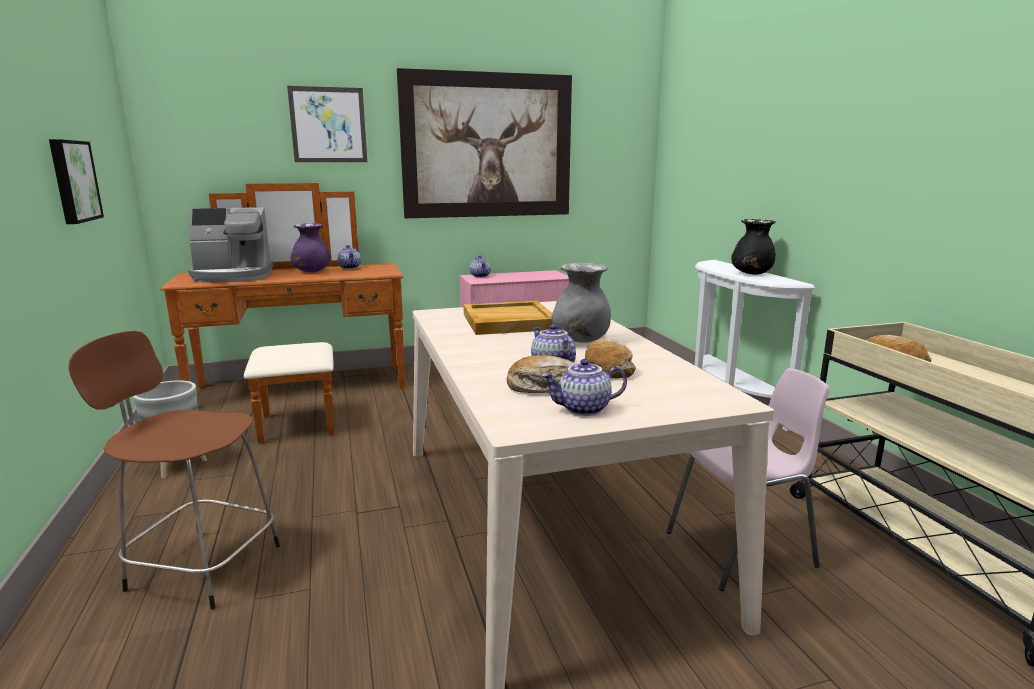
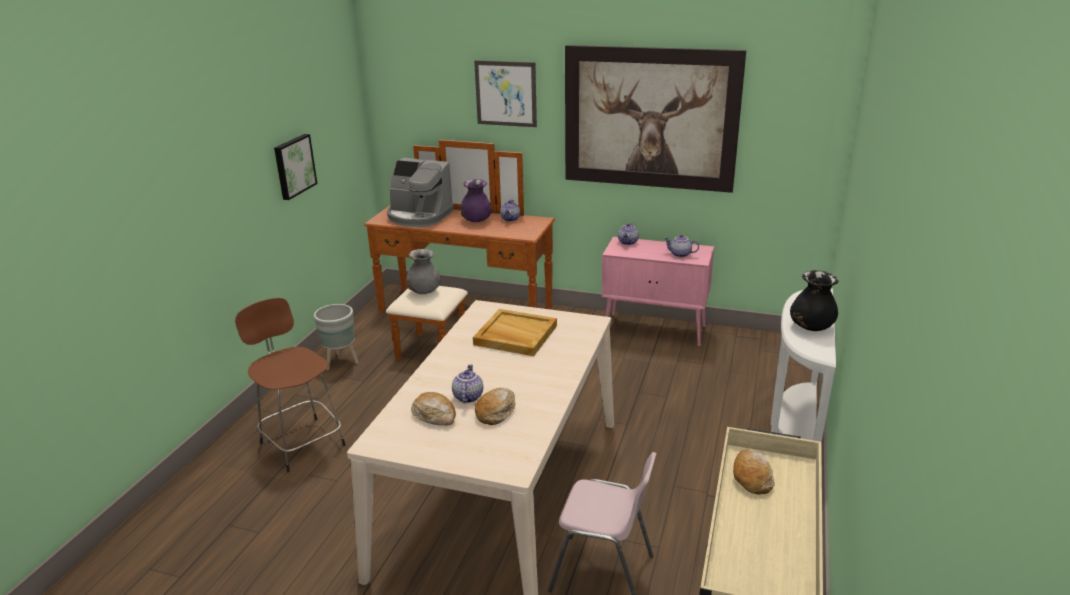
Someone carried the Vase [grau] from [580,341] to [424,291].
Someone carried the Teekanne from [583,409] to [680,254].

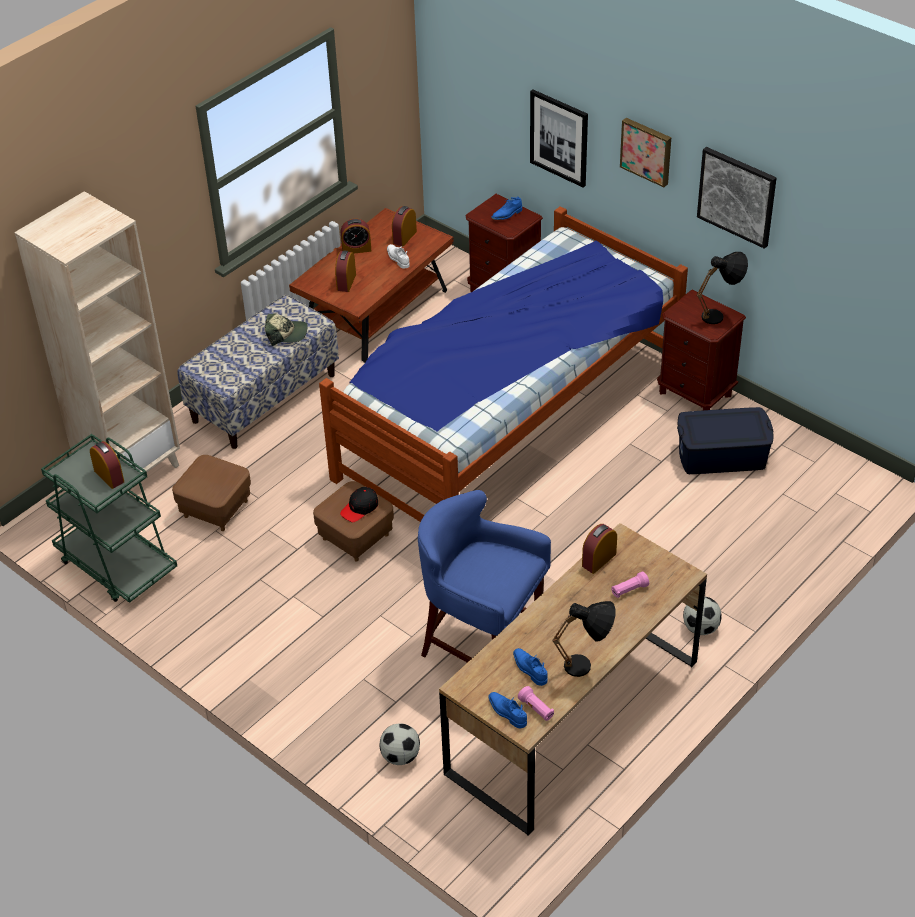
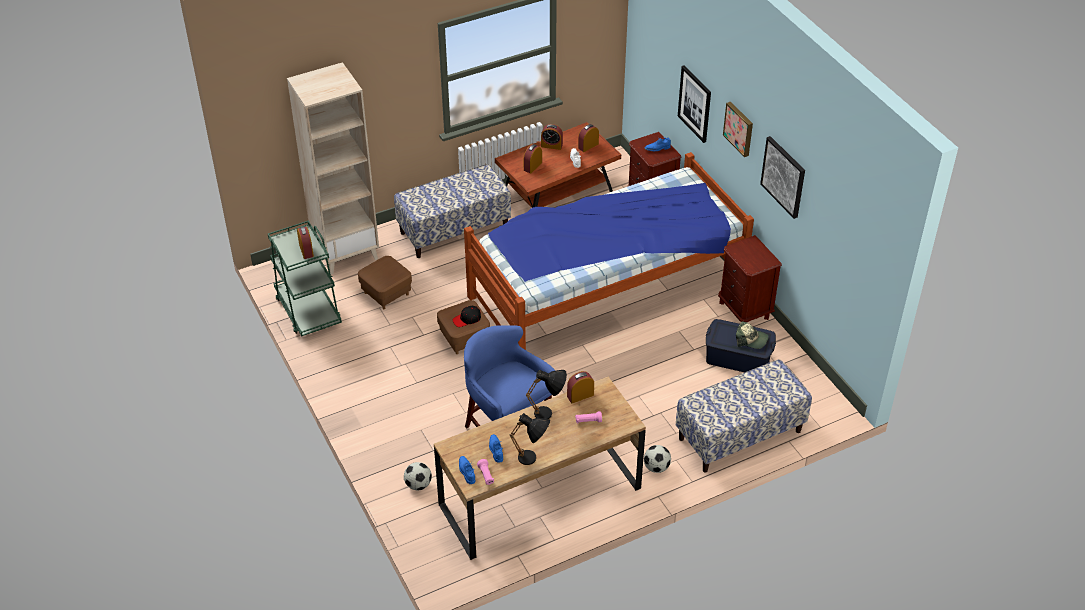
Someone carried the Tischlampe [schwarz] from [720,316] to [550,414].
Someone put down the Bank at [739,435].
Someone carried the Kappe from [286,334] to [751,339].

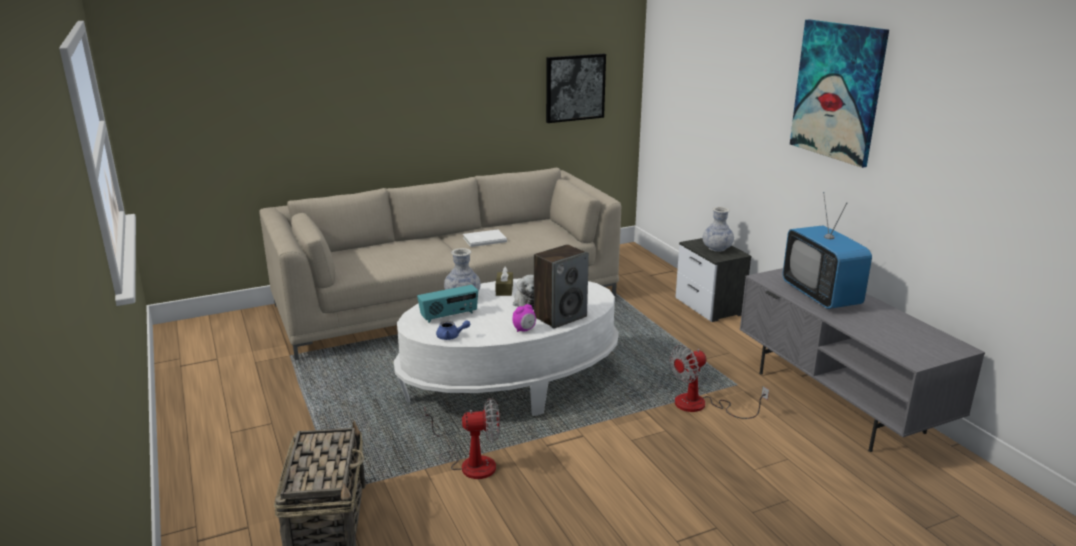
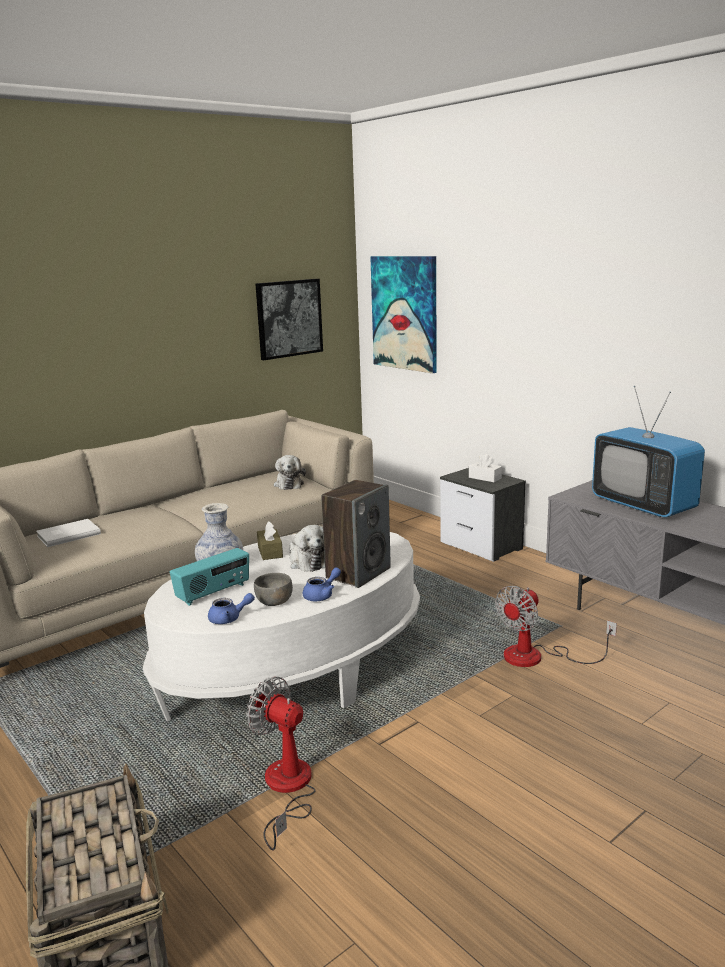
Someone carried the Buch [weiß] from [483,239] to [67,534].
Someone rotated the Ventilator at [470,462] by 120 degrees counterclockwise.
Someone put down the Schüssel [grau] at [274,602].
Someone put down the Plüschtier at [289,484].
Someone swapped the Wecker at [524,330] for the Teekanne [blau] at [322,595].
Someone carried the Bild from [837,91] to [404,313].
Someone swapped the Vase at [717,248] for the Taschentuchbox [weiß] at [485,478].

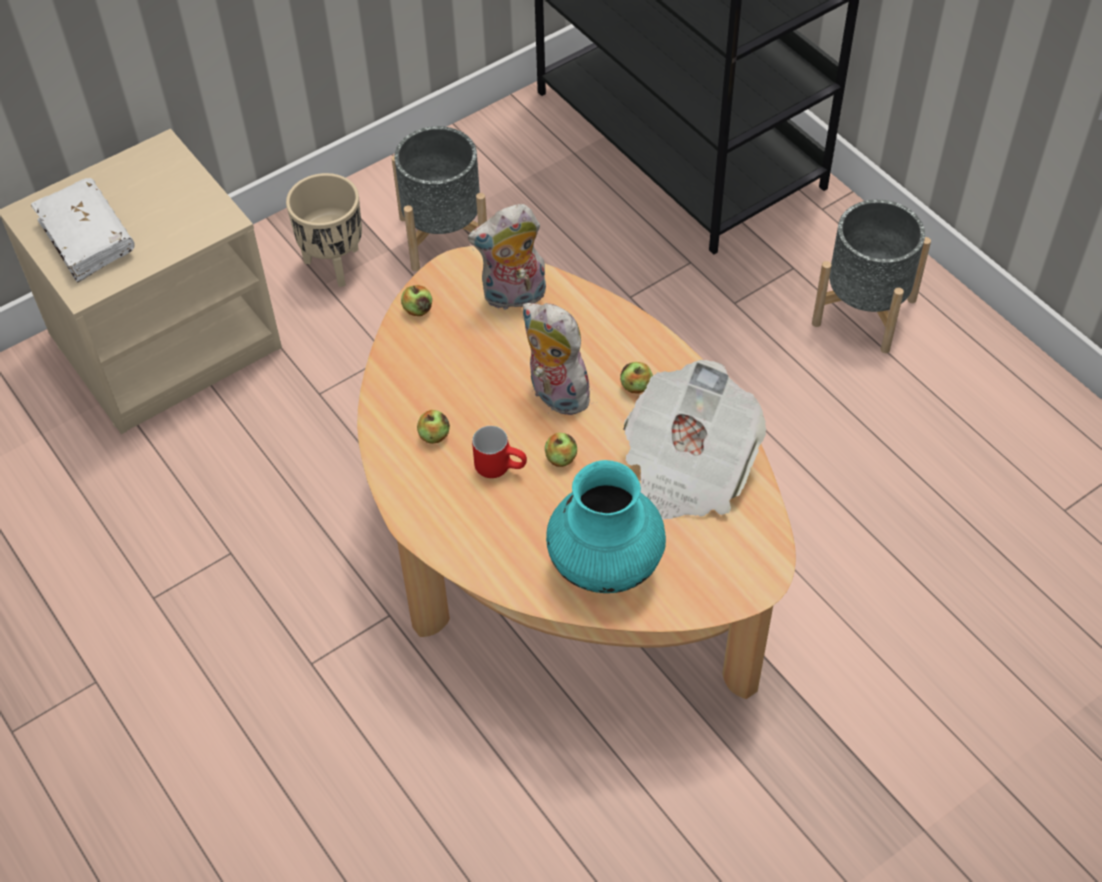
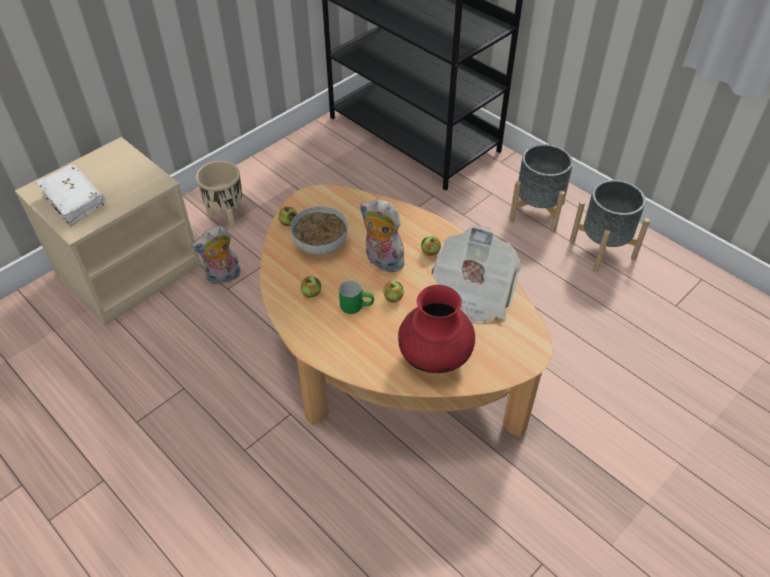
Someone carried the Plüschtier from [513,297] to [223,277].
Someone put down the Schüssel at [320,244].
Someone repainted the Henkelbecher [rot] at [501,466], which became the Henkelbecher [grün] at [357,306].
Someone repainted the Vase [türkis] at [606,565], which became the Vase [rot] at [435,358].
Someone carried the Pflanzkübel [grau] from [444,236] to [602,249].

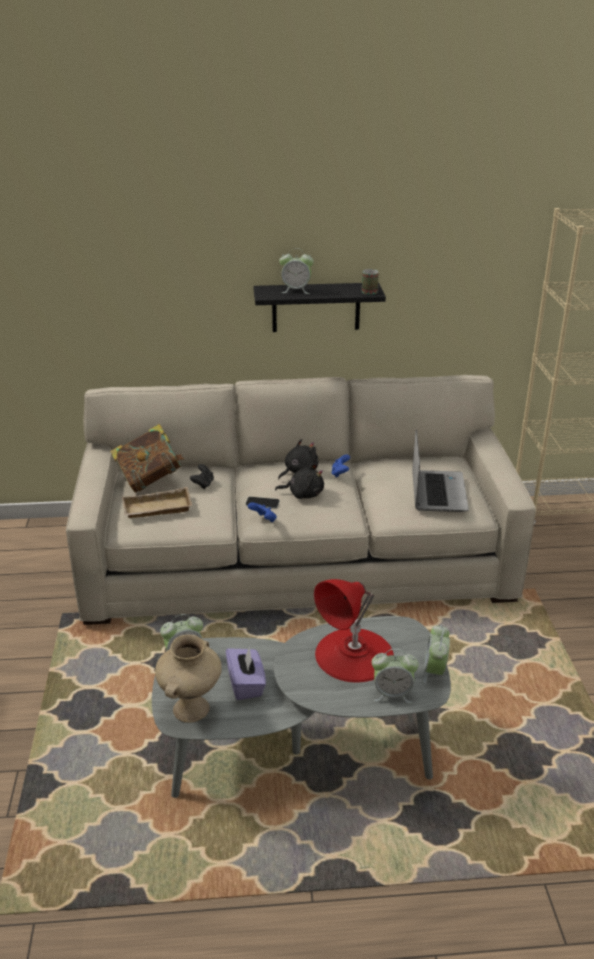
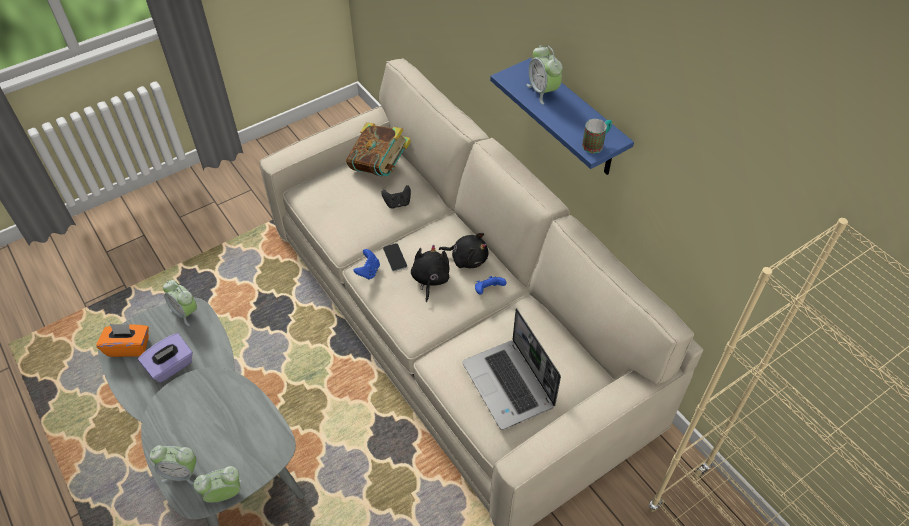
Someone swapped the Vase [beige] at [191,710] for the Taschentuchbox [orange] at [129,347].
Someone rotated the Wecker at [392,694] by 60 degrees counterclockwise.
Someone rotated the Plüschtier [schwarz] at [303,494] by 150 degrees counterclockwise.
Someone rotated the Laptop at [437,492] by 90 degrees clockwise.
Someone repainted the Wandregal [schwarz] at [316,307], which became the Wandregal [blau] at [576,121].
Someone took away the Tablett [beige] at [156,509].
Someone took away the Tischlampe [rot] at [354,654].

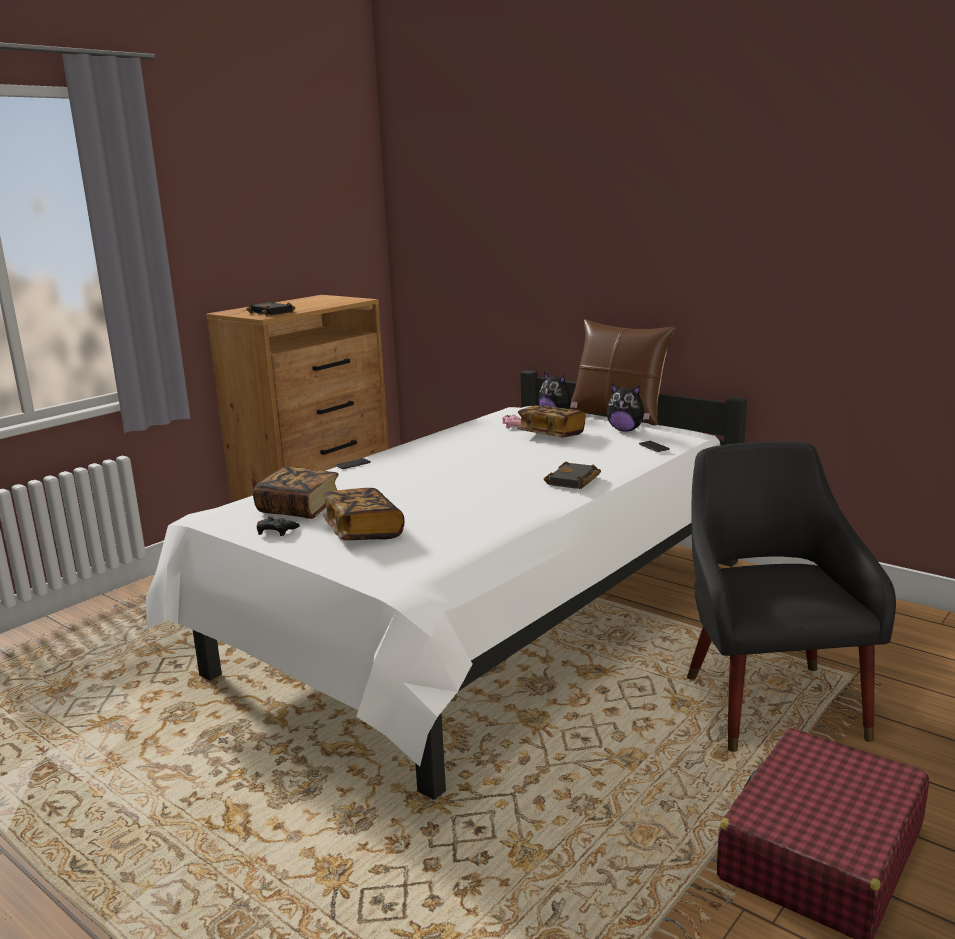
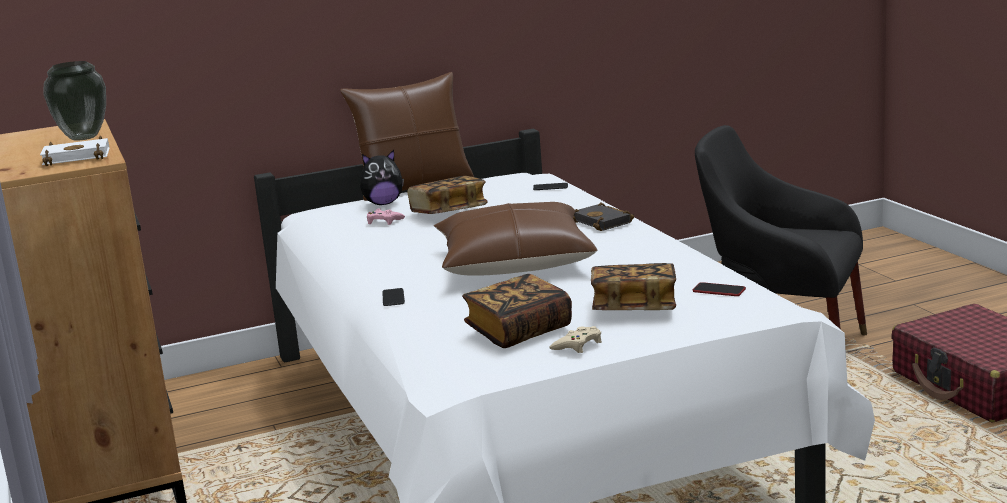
Someone repainted the Buch [schwarz] at [273,312], which became the Buch [weiß] at [78,157].
Someone put down the Vase at [83,138].
Someone put down the Kissen [braun] at [514,262].
Someone repainted the Gamepad [schwarz] at [276,531], which became the Gamepad [beige] at [578,345].
Someone put down the Handy at [719,290].
Someone took away the Plüschtier at [626,430].

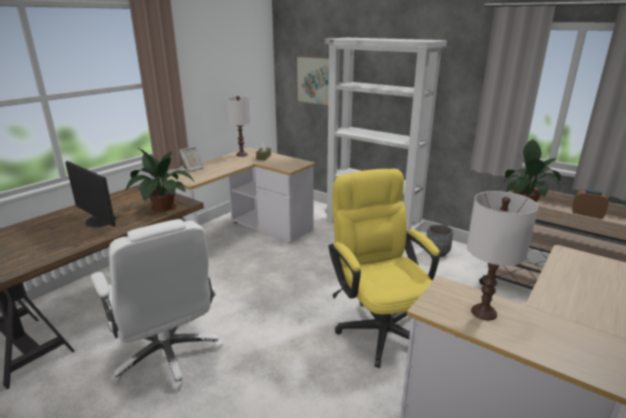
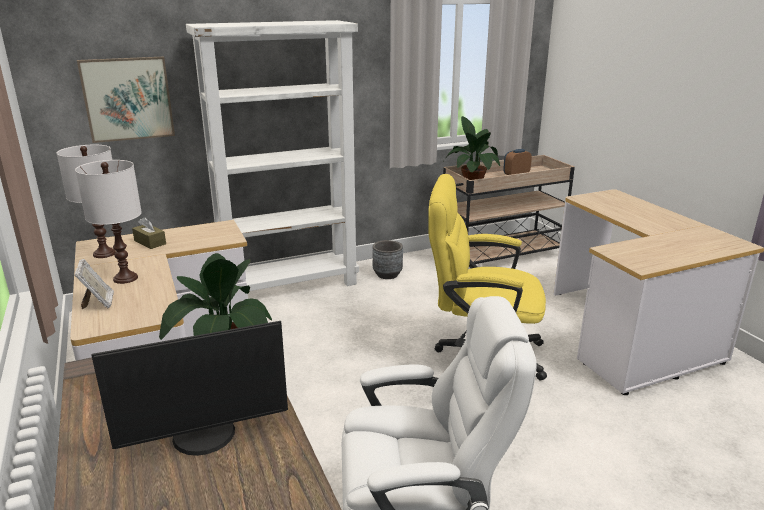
Someone carried the Tischlampe [weiß] from [484,312] to [125,278].

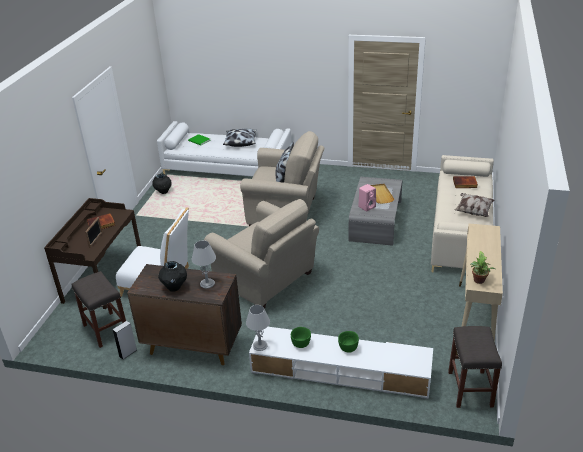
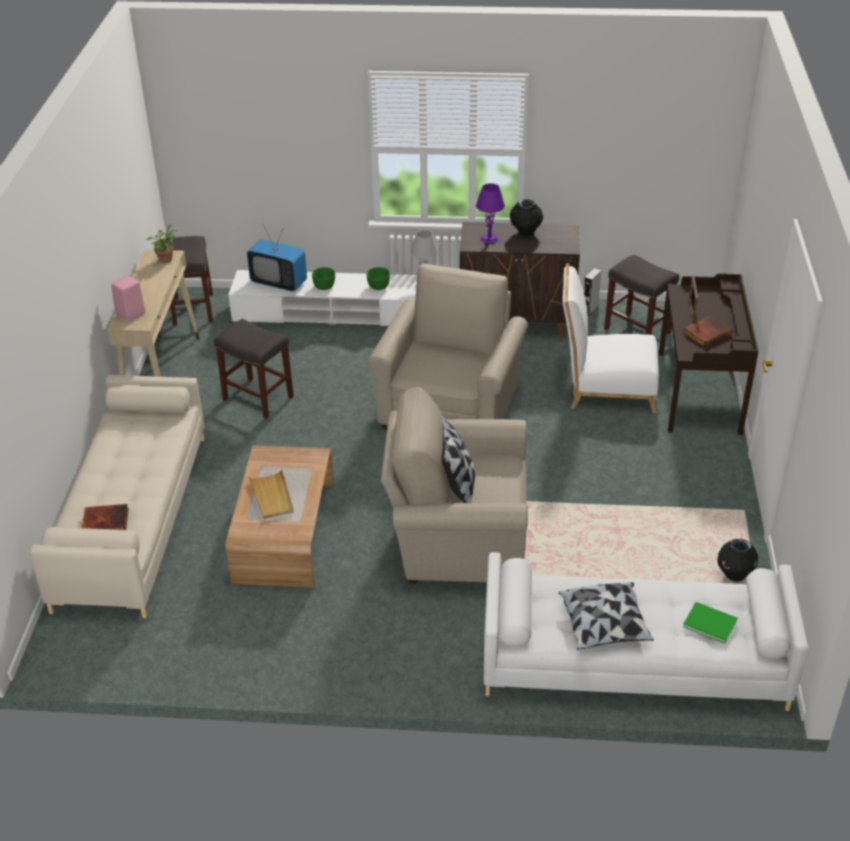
Someone carried the Lautsprecher [rosa] from [367,206] to [130,314].
Someone put down the Hocker [grau] at [257,398].
Someone repainted the Couchtisch [grau] at [375,220], which became the Couchtisch [braun] at [284,532].
Someone put down the Fernseher at [279,282].
Someone rotated the Sessel [beige] at [267,281] by 75 degrees clockwise.
Someone repainted the Tischlampe [grau] at [207,283], which became the Tischlampe [lila] at [489,238].
Someone took away the Kissen at [473,211].

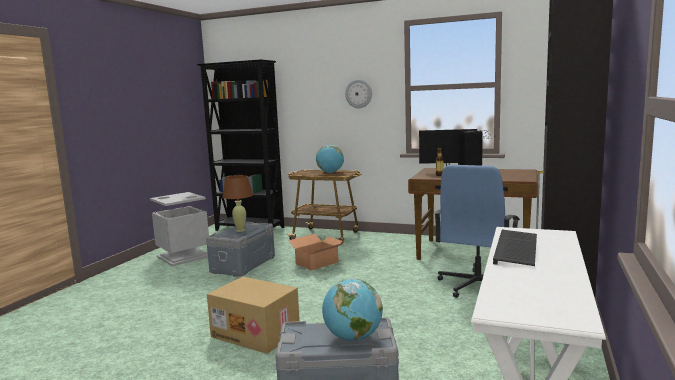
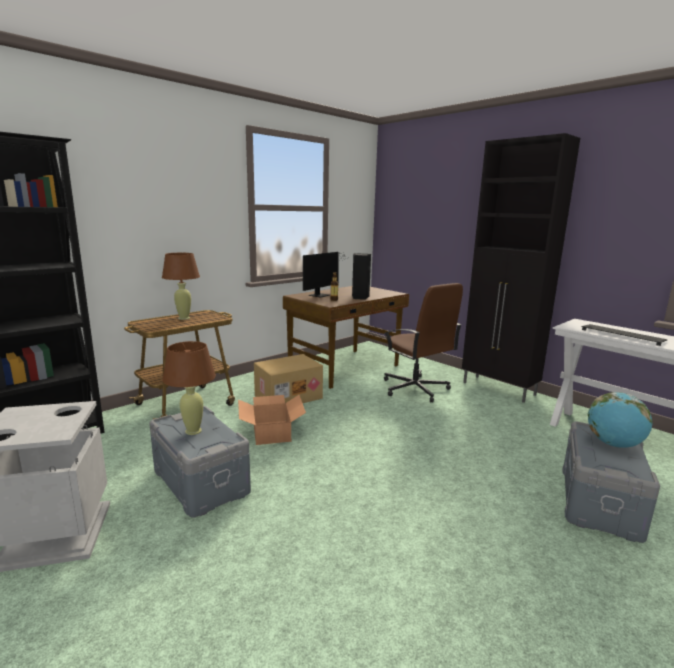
Someone swapped the Globus at [330,172] for the Tischlampe [braun] at [184,318].
Someone carried the Karton from [257,333] to [288,396].
Someone repainted the Bürostuhl [blau] at [476,286], which became the Bürostuhl [braun] at [415,389].
Someone took away the Wanduhr at [359,94].

